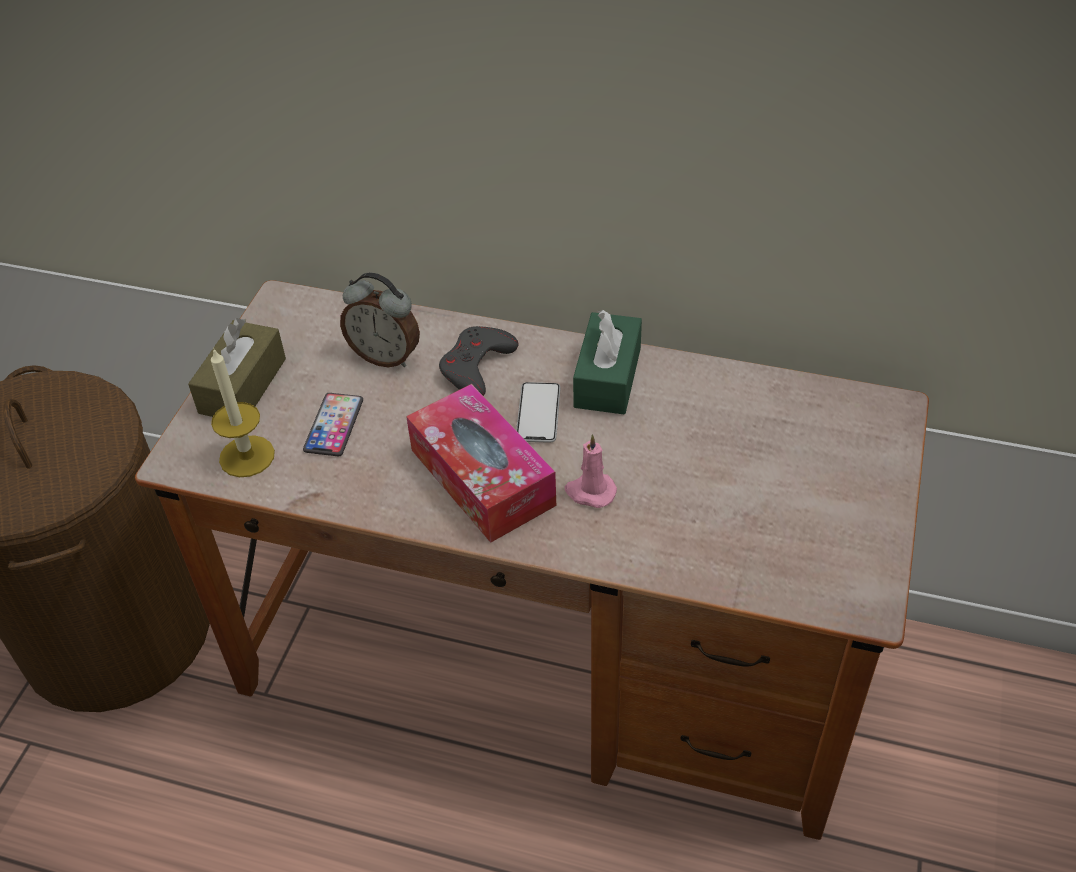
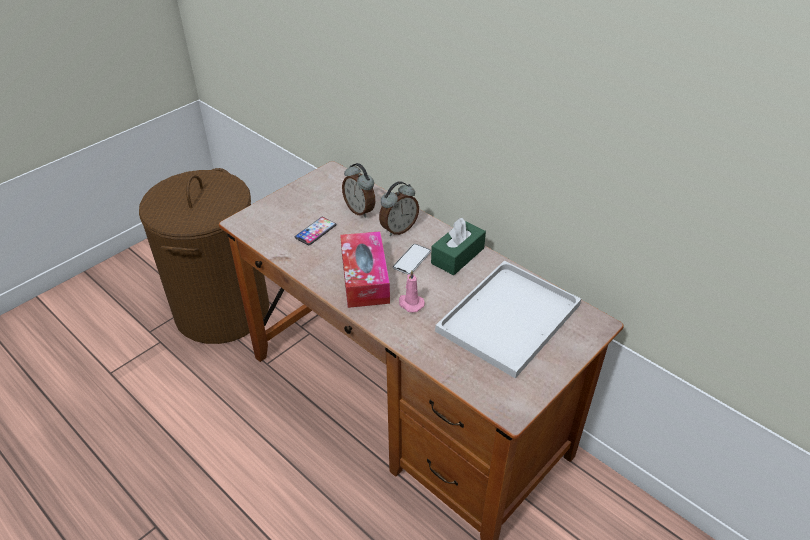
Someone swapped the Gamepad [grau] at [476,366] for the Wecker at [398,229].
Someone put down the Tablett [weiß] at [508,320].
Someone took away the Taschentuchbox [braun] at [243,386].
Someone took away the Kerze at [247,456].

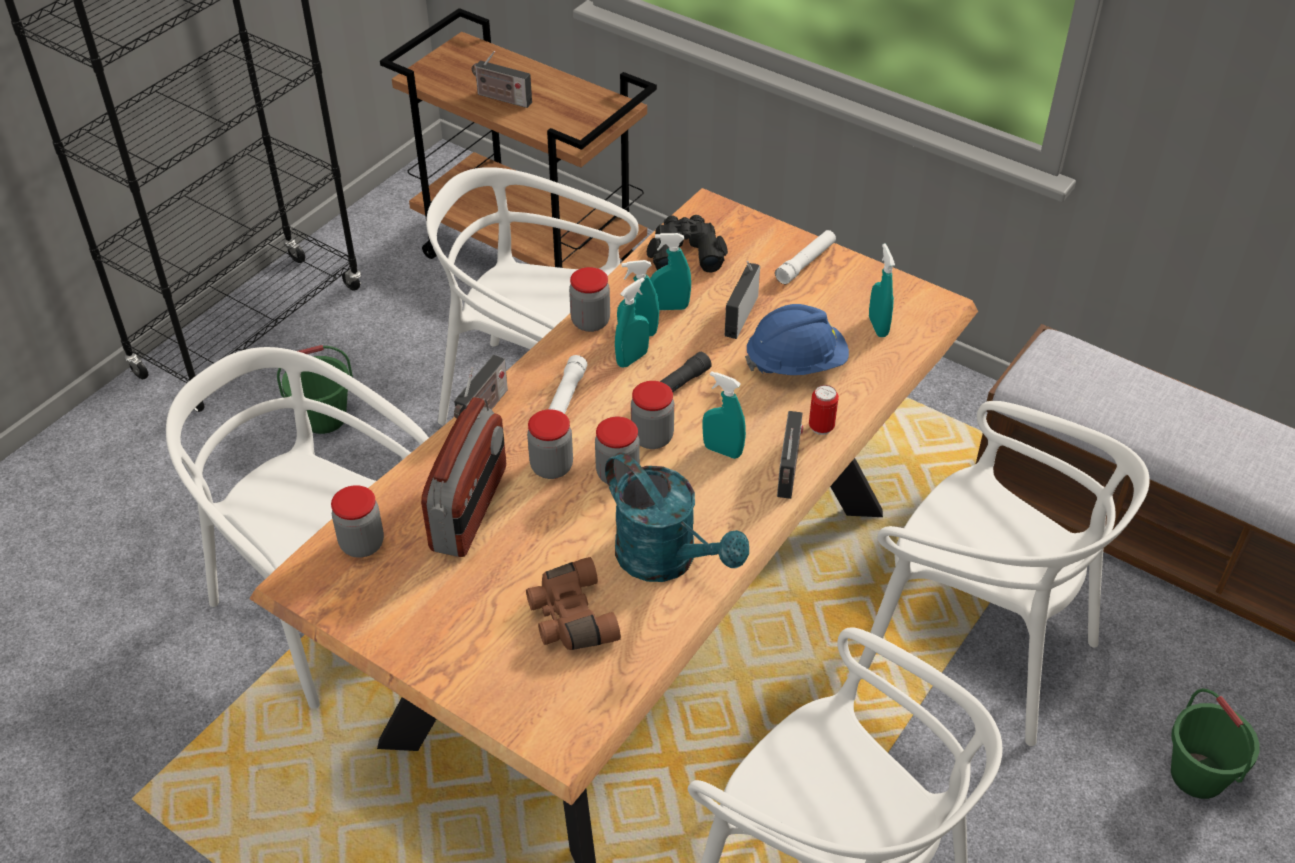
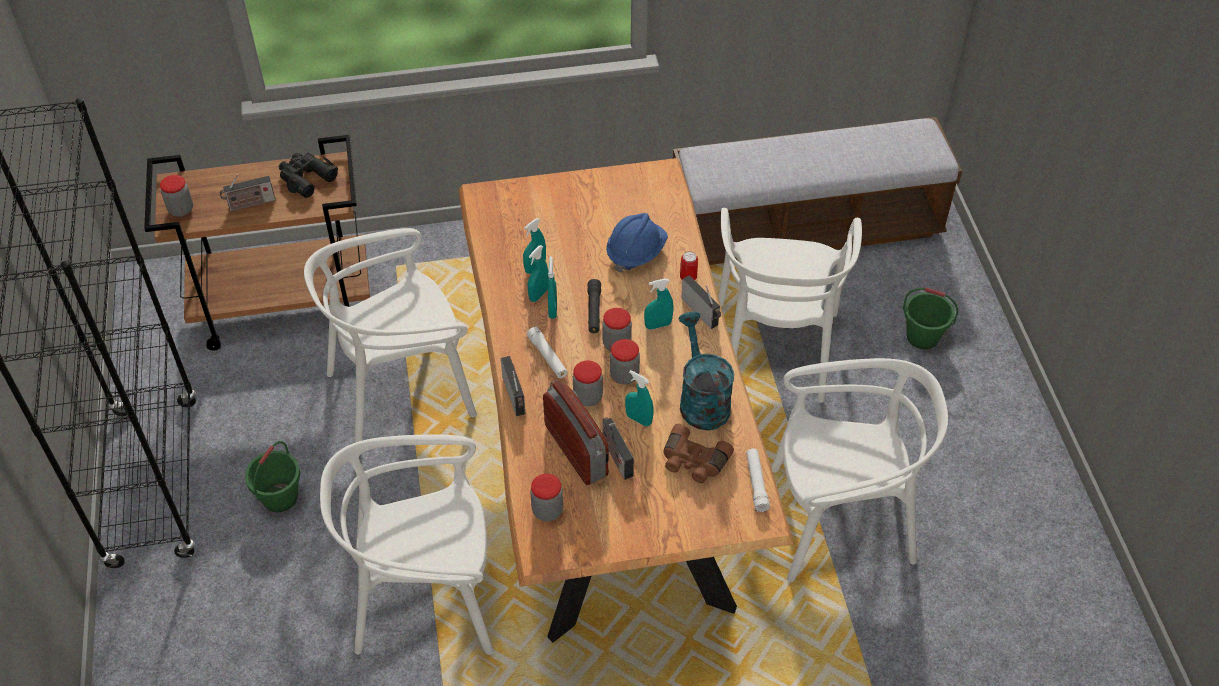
Someone carried the Vorratsglas from [590,322] to [181,210].
Someone carried the Fernglas [schwarz] from [685,251] to [306,177].
Someone carried the Radio from [741,313] to [615,456].
Someone carried the Sprühflasche [türkis] from [878,326] to [638,419].
Someone rotated the Gießkanne [türkis] at [667,560] by 105 degrees counterclockwise.
Someone rotated the Stuhl [weiß] at [978,647] by 105 degrees clockwise.
Someone carried the Taschenlampe [weiß] from [806,263] to [756,483].

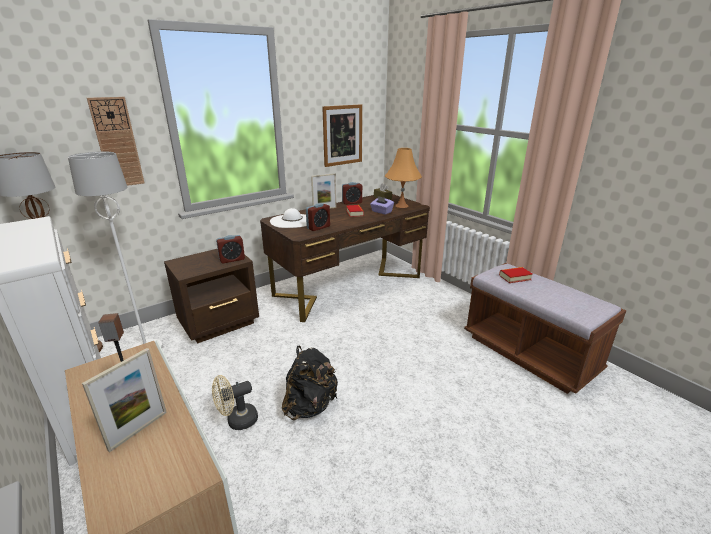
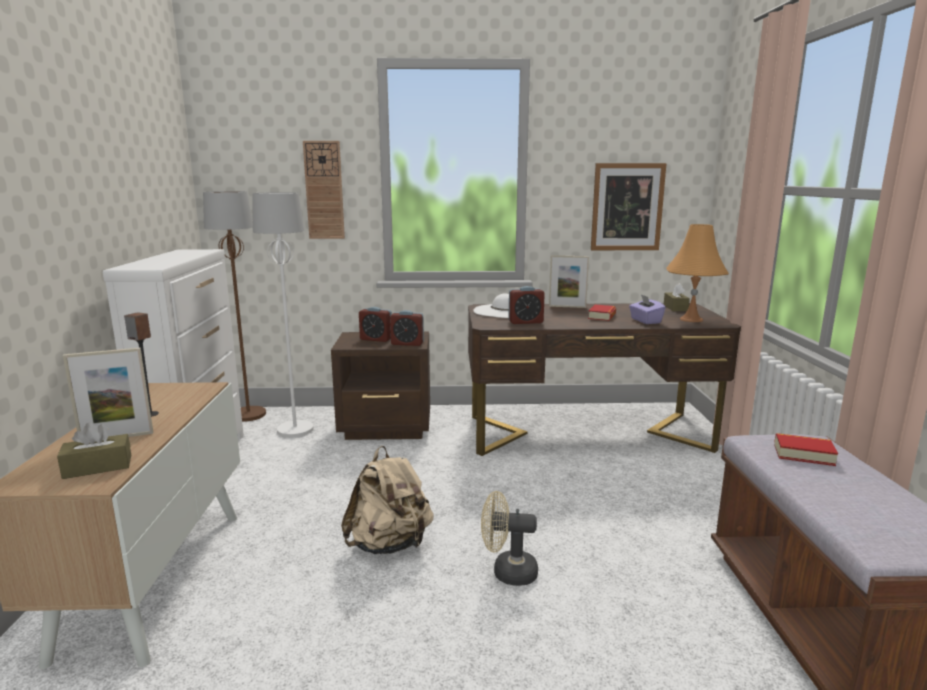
Someone put down the Taschentuchbox [braun] at [98,467].
Someone repainted the Rucksack [schwarz] at [310,406], which became the Rucksack [beige] at [389,544].
Someone carried the Wecker from [352,202] to [376,339].
Someone carried the Ventilator [beige] from [237,421] to [507,572].

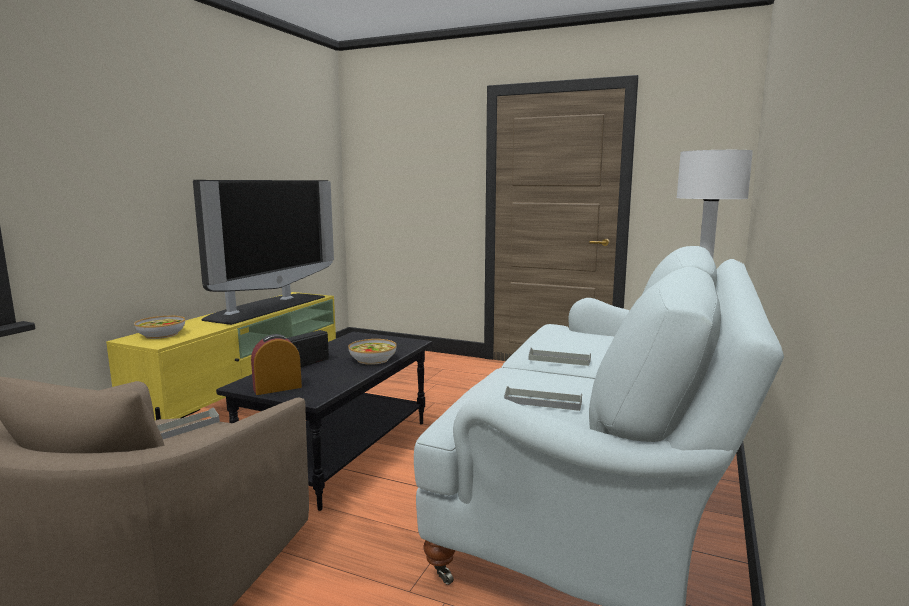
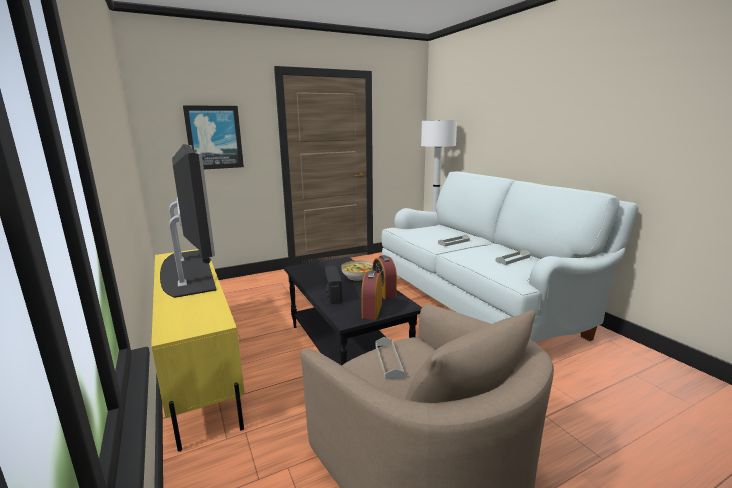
Someone put up the Bild at [214,137].
Someone put down the Wecker at [384,292].
Someone took away the Schüssel at [161,334].

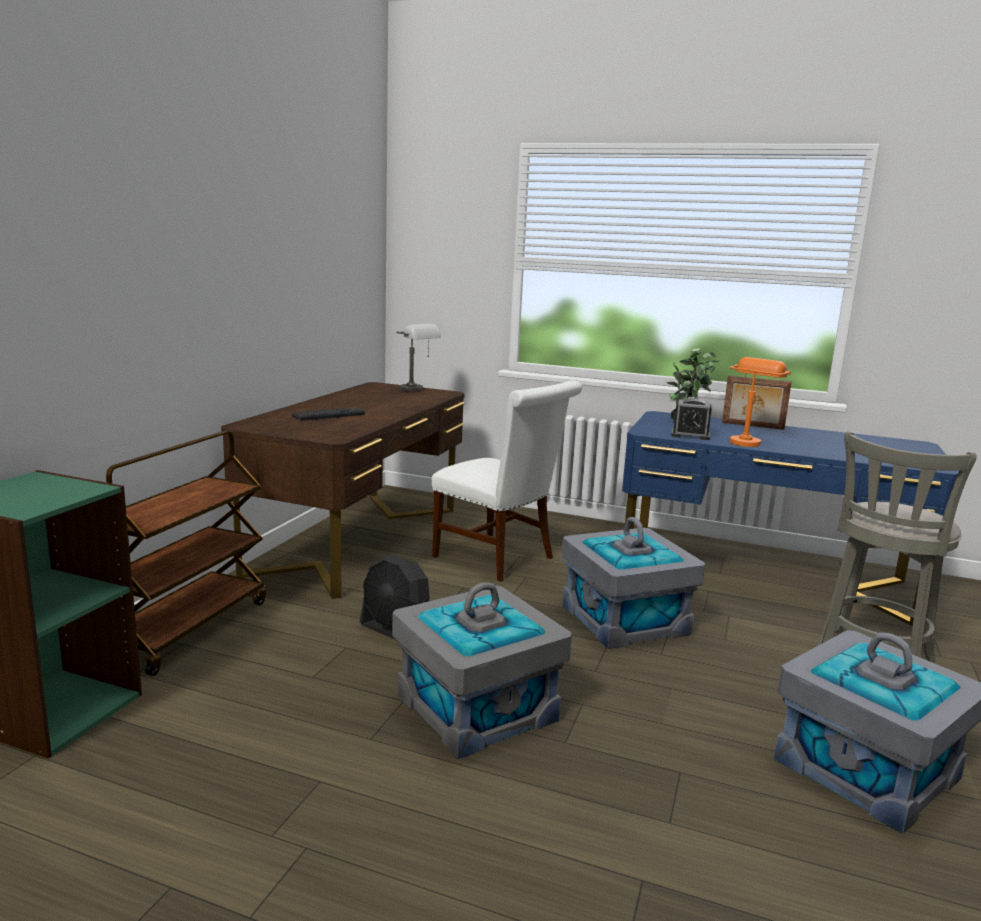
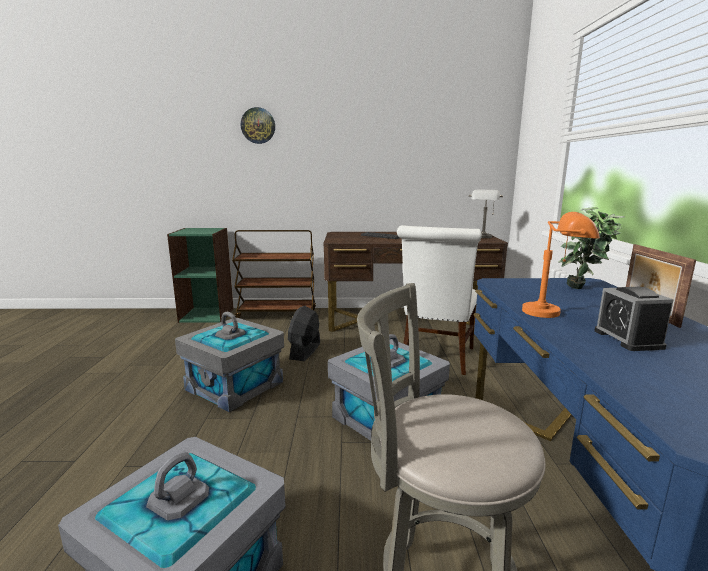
Someone put up the Wanduhr at [258,125].
Someone carried the Wecker from [690,435] to [628,339].

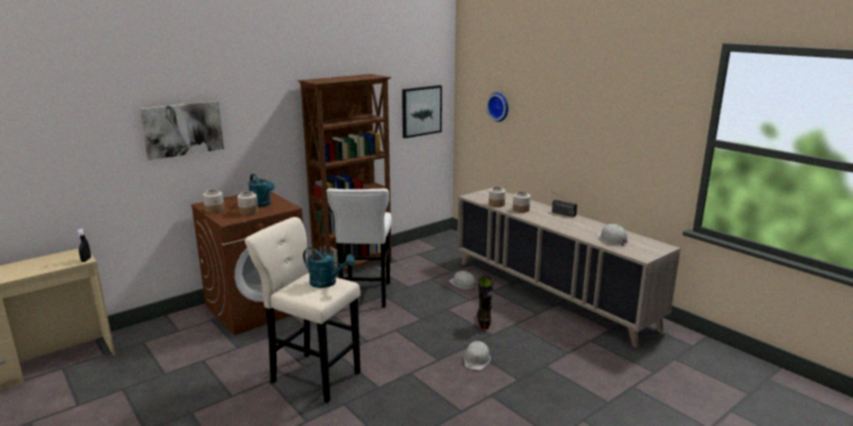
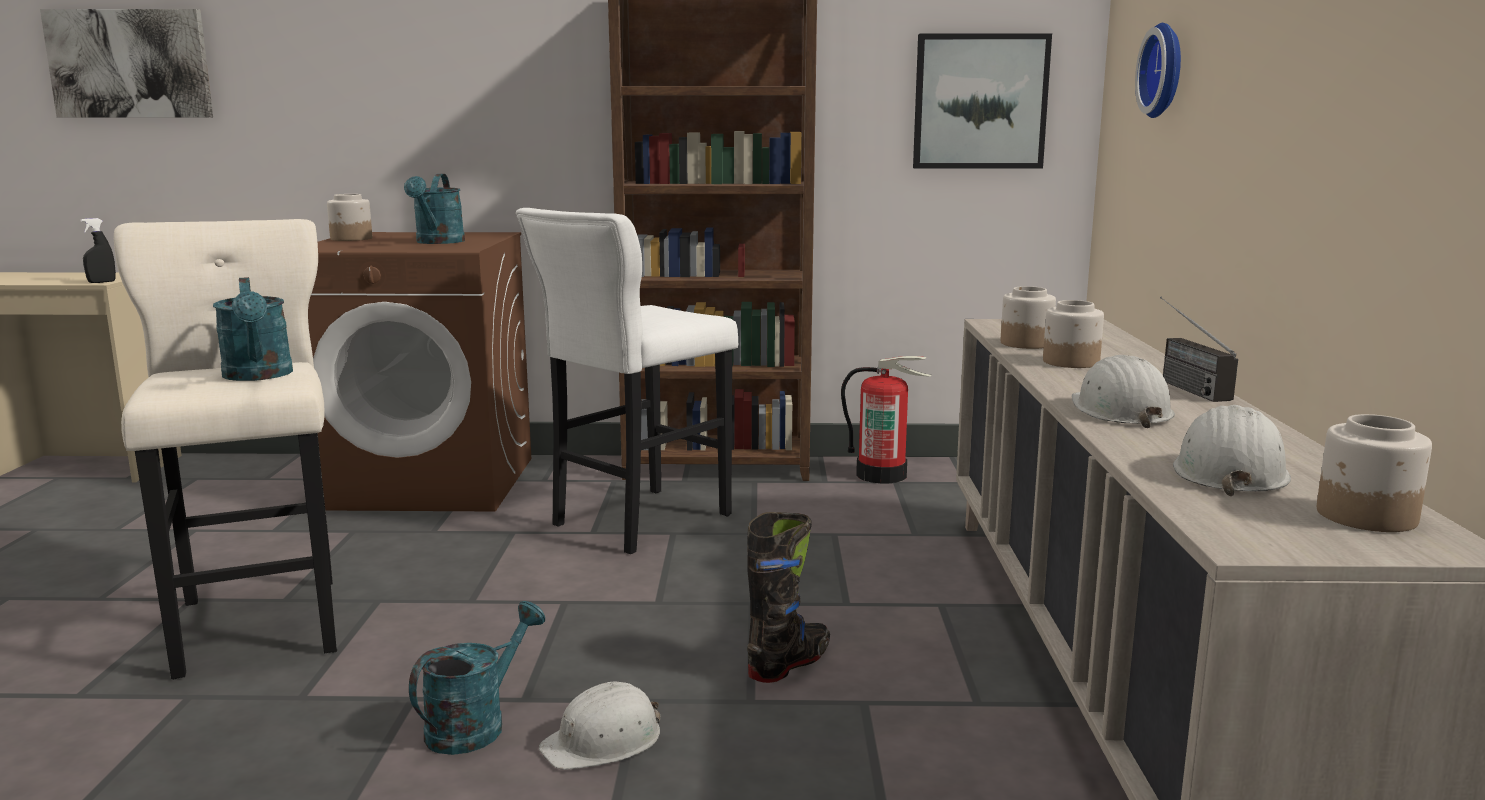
Someone carried the Bild from [183,129] to [130,64].
Someone put down the Gießkanne [türkis] at [476,724].
Someone put down the Feuerlöscher at [882,475].
Someone carried the Schutzhelm [weiß] from [463,284] to [1119,411].
Someone carried the Vorratsglas from [248,212] to [1366,516].

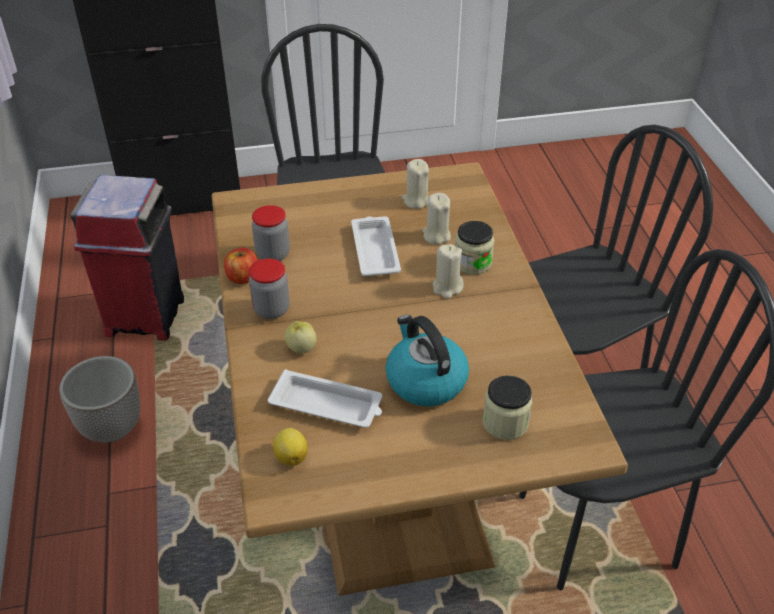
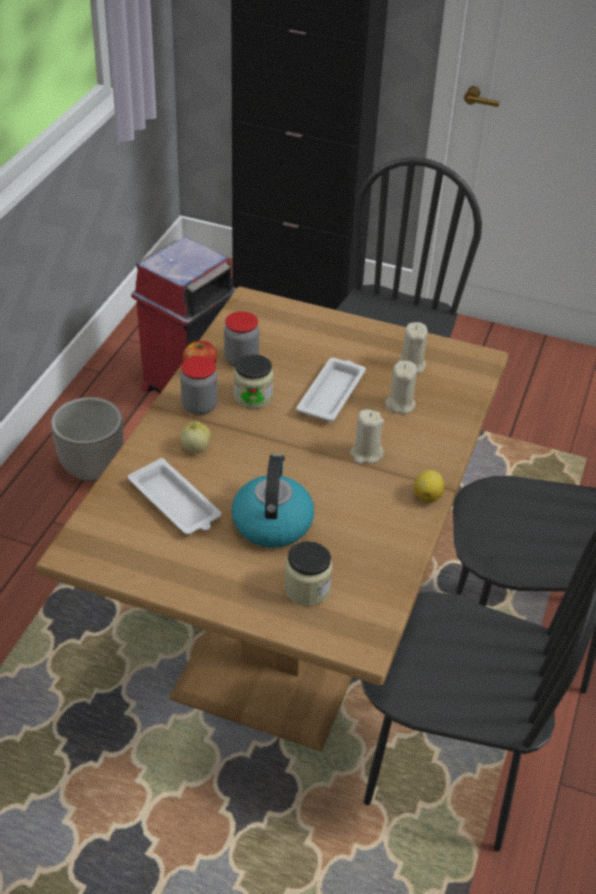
Someone carried the Vorratsglas from [472,263] to [253,397].
Someone carried the Zitrone from [291,456] to [428,496].

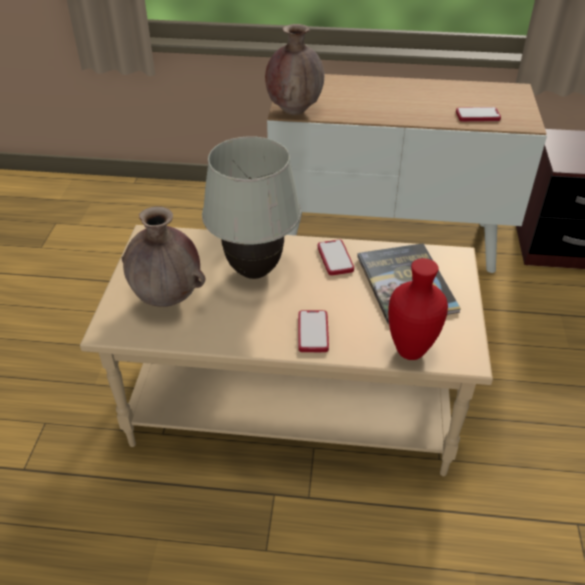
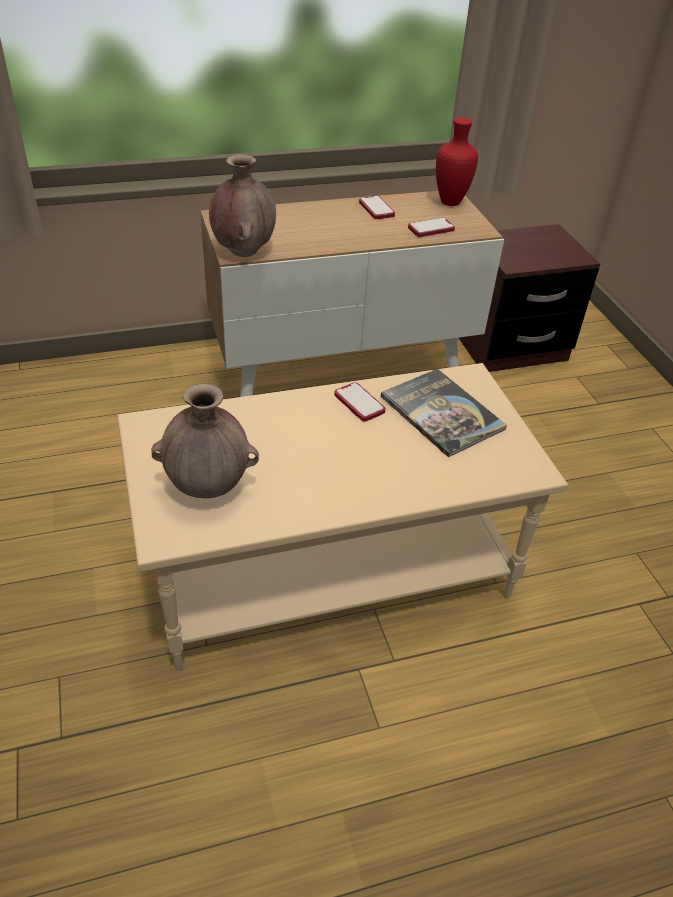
Someone carried the Handy from [313,332] to [376,209].
Someone carried the Vase [rot] from [408,351] to [449,203].
Someone took away the Tischlampe [weiß] at [254,271].

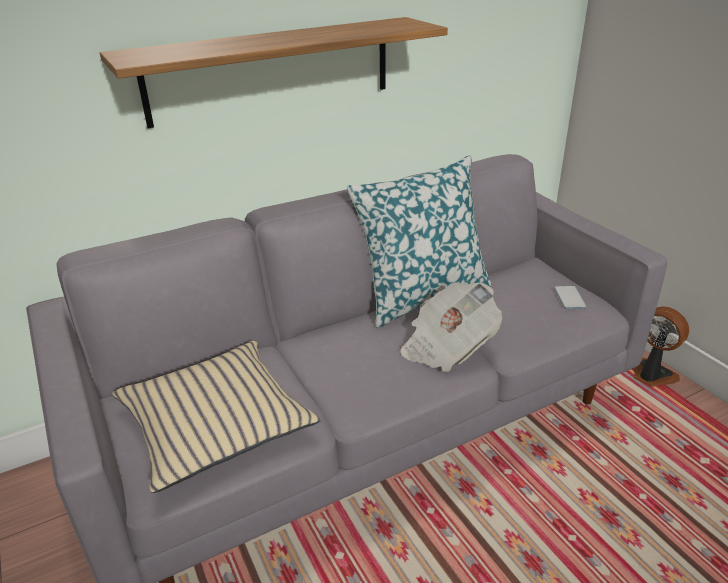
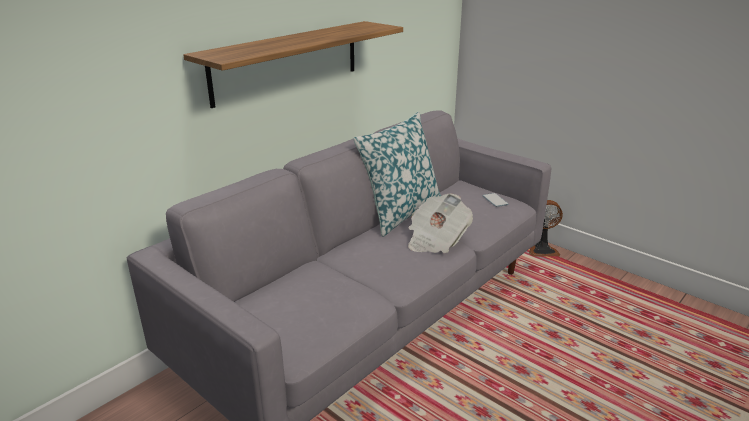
Someone rotated the Ventilator at [651,375] by 150 degrees clockwise.
Someone took away the Kissen [beige] at [215,423].

